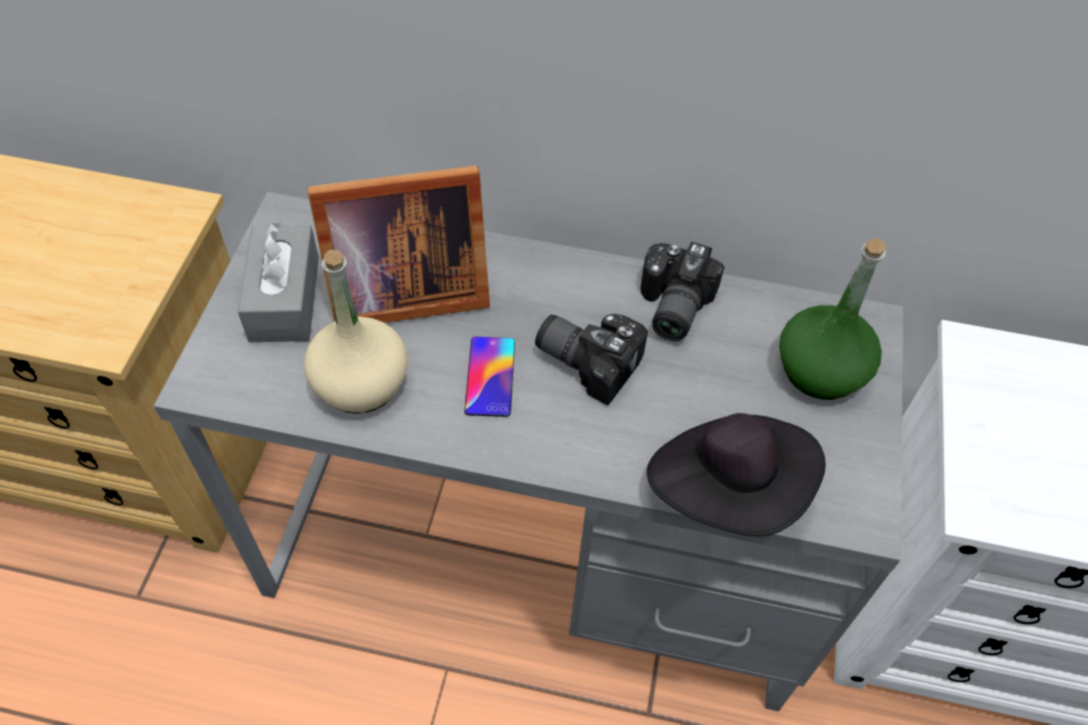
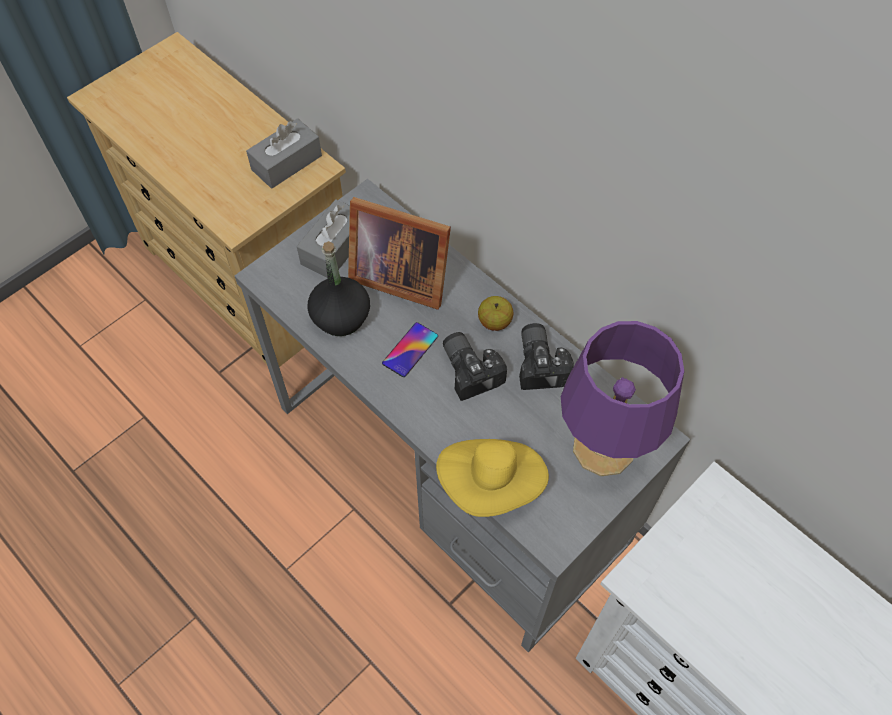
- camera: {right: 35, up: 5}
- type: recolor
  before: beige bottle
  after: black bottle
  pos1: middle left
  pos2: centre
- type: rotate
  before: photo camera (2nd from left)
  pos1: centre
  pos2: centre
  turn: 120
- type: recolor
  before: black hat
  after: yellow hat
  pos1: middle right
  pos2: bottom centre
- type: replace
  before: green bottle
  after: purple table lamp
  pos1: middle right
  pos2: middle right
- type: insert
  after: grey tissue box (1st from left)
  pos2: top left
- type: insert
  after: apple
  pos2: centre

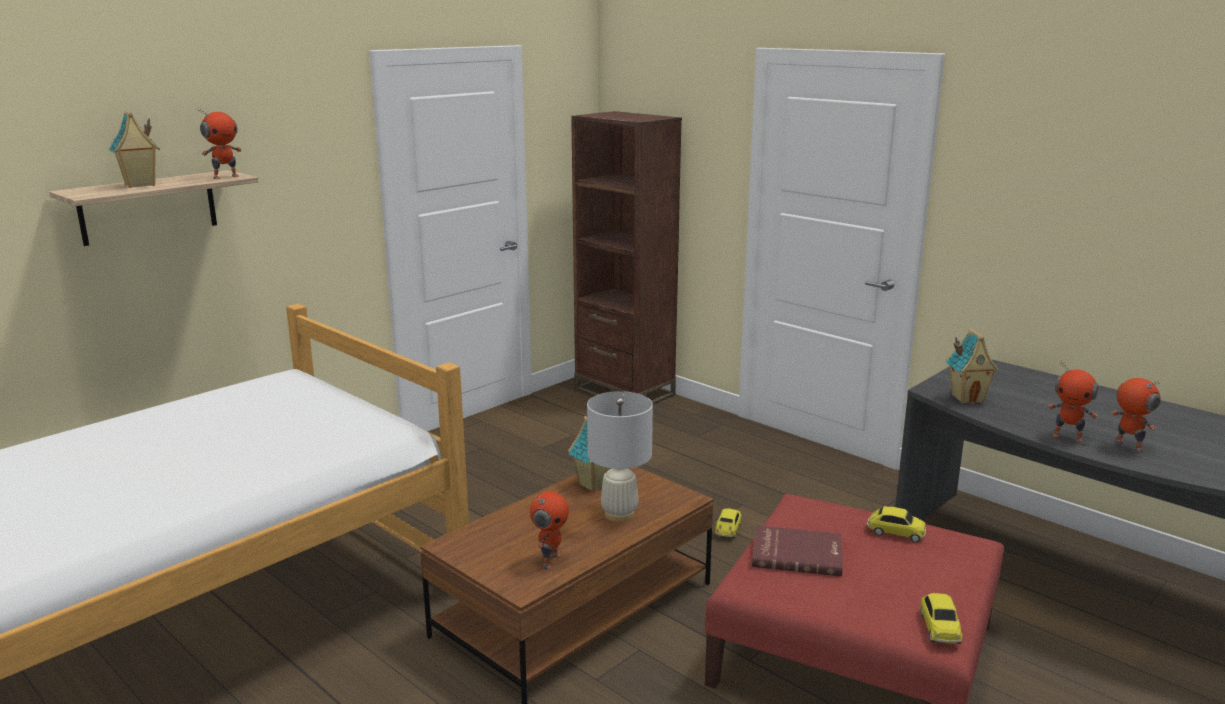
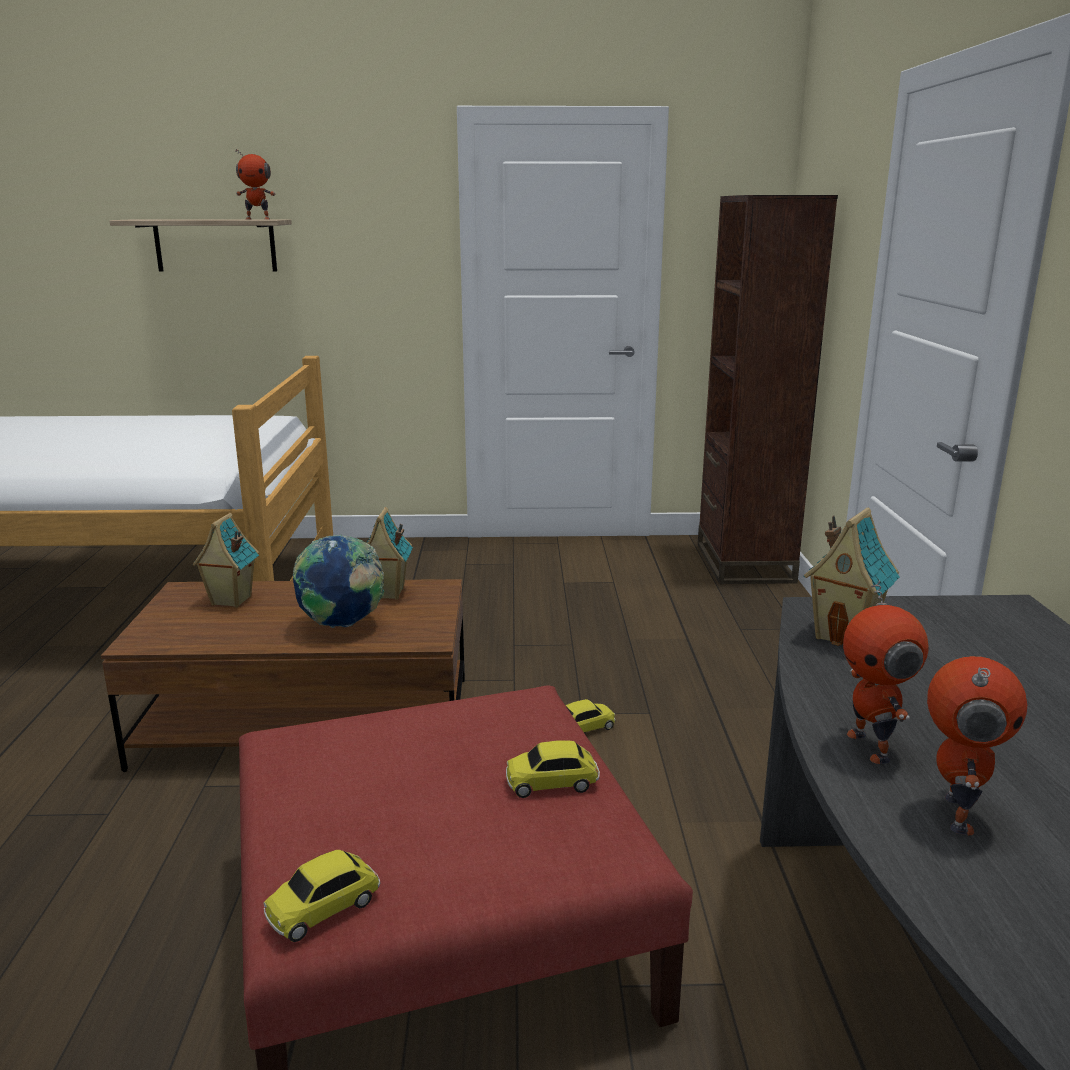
- camera: {right: 45, up: 0}
- type: move
  before: toy house (1st from left)
  pos1: top left
  pos2: middle left
- type: delete
  before: toy robot (2nd from left)
  pos1: bottom centre
- type: replace
  before: white table lamp
  after: globe
  pos1: centre
  pos2: middle left
- type: delete
  before: red book
  pos1: bottom centre
- type: rotate
  before: toy car (2nd from left)
  pos1: bottom right
  pos2: bottom centre
  turn: 105

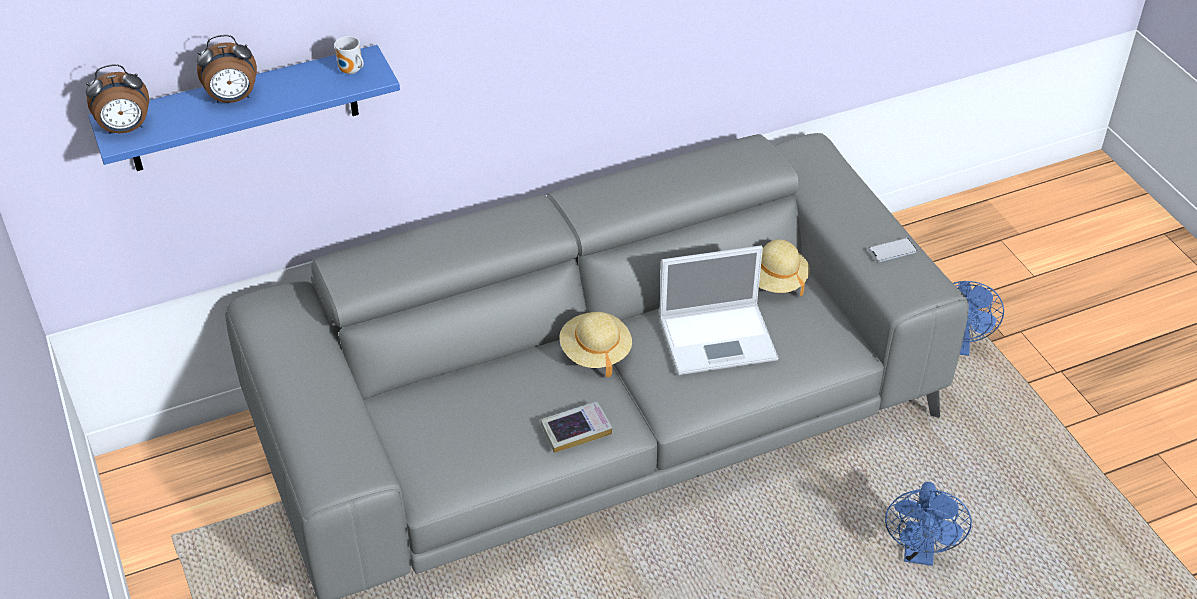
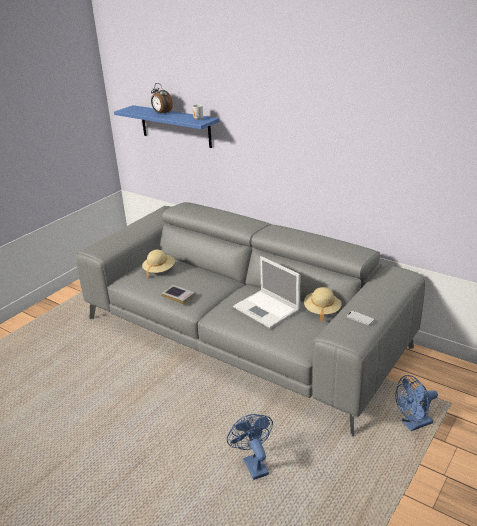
- camera: {right: 60, up: -15}
- type: delete
  before: alarm clock (1st from left)
  pos1: top left
- type: move
  before: beige hat (1st from left)
  pos1: centre
  pos2: middle left
- type: rotate
  before: blue fan (1st from left)
  pos1: bottom right
  pos2: bottom centre
  turn: 90

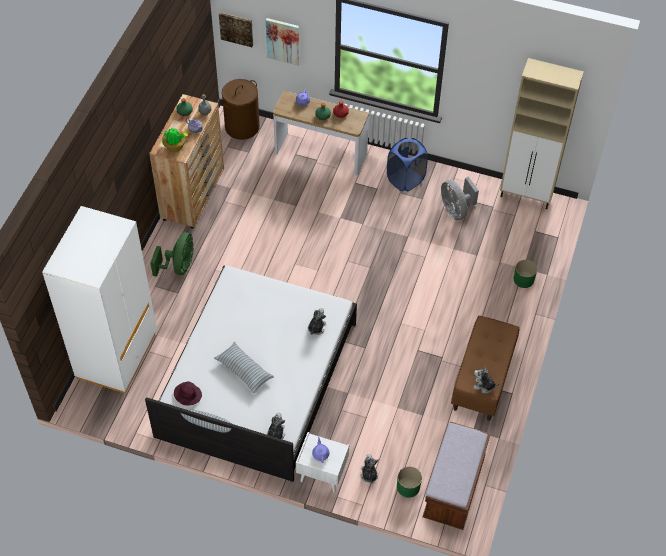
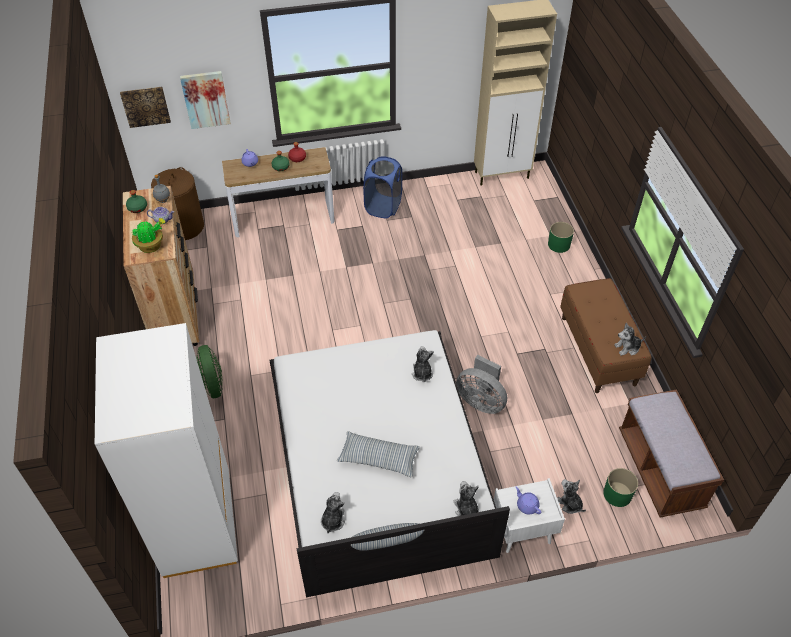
- camera: {right: -30, up: -5}
- type: replace
  before: purple hat
  after: plush toy (1st from left)
  pos1: bottom left
  pos2: bottom centre
- type: move
  before: grey fan
  pos1: middle right
  pos2: centre

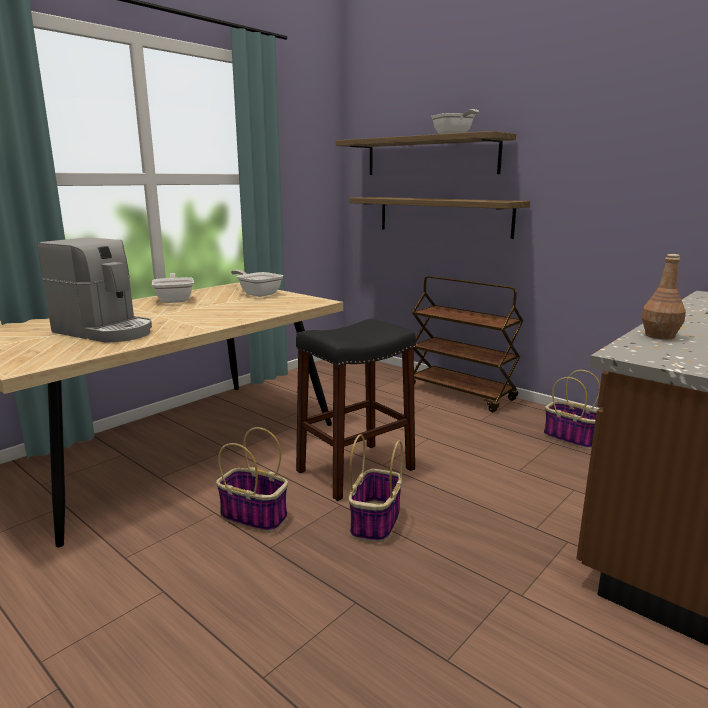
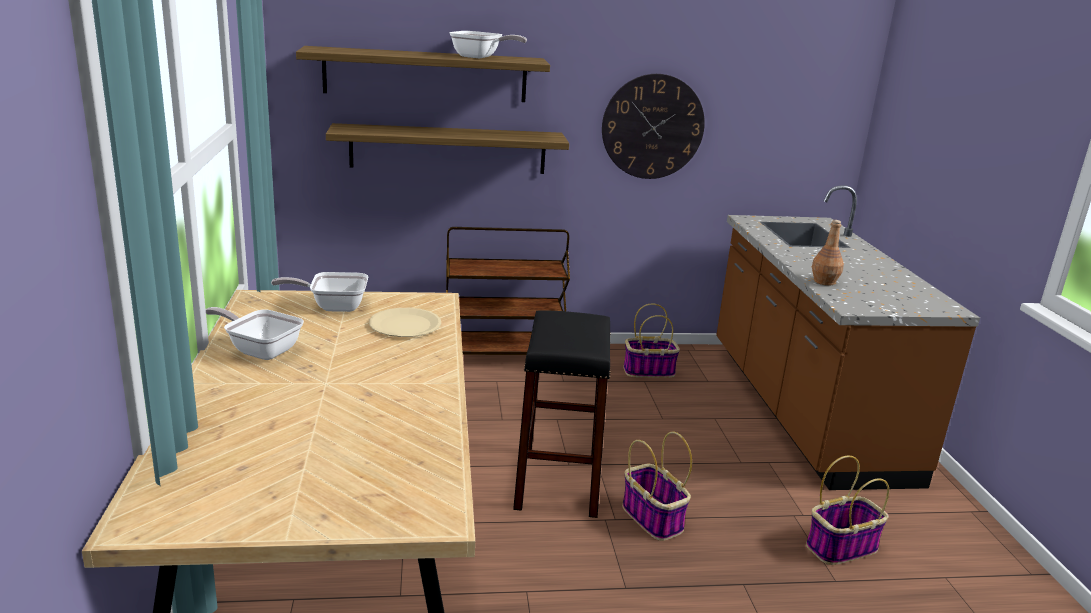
- camera: {right: -50, up: 5}
- type: delete
  before: coffee machine
  pos1: middle left
- type: move
  before: basket (1st from left in the first image)
  after: basket (3rd from left)
  pos1: bottom centre
  pos2: bottom right
- type: insert
  after: beige plate
  pos2: centre
- type: insert
  after: wall clock
  pos2: top centre

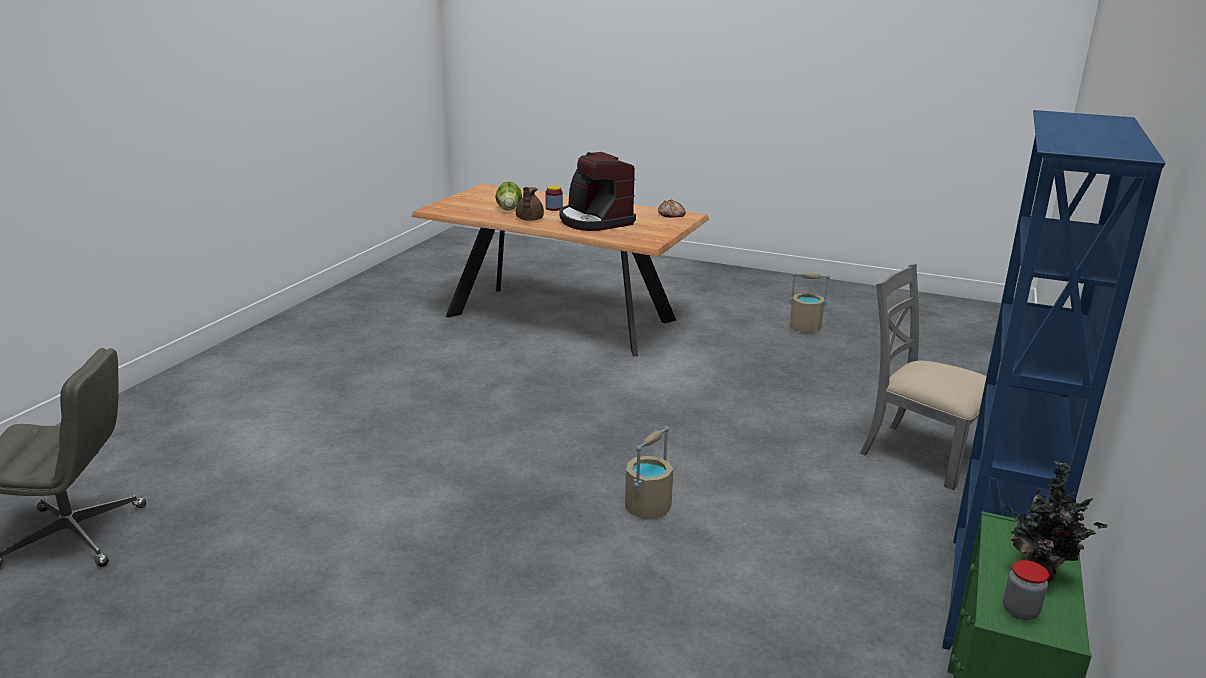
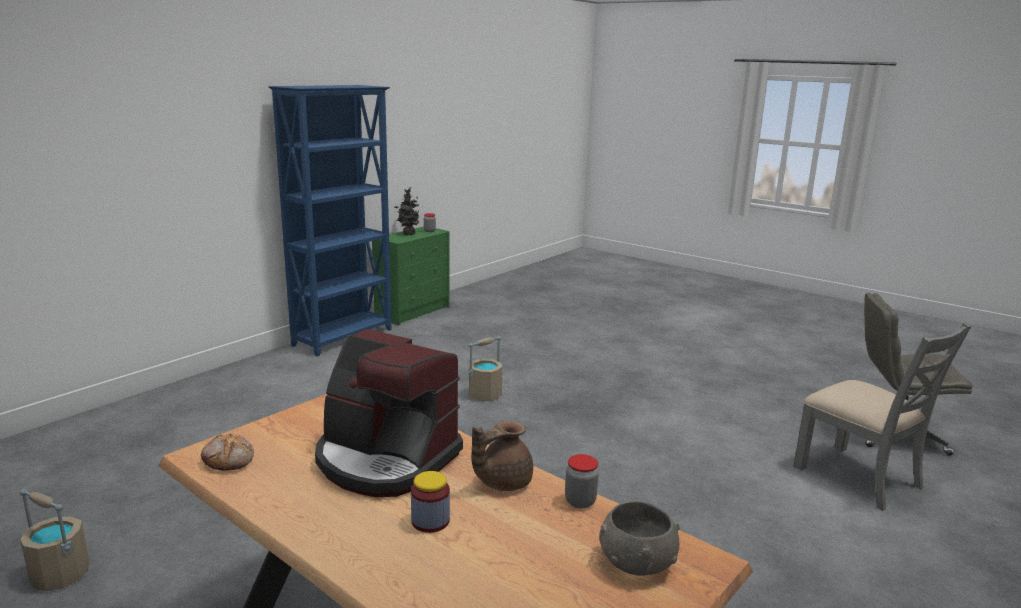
- camera: {right: -165, up: -5}
- type: delete
  before: lettuce
  pos1: top centre
- type: rotate
  before: brown teapot
  pos1: top centre
  pos2: bottom centre
  turn: -150
- type: rotate
  before: coffee machine
  pos1: top centre
  pos2: bottom centre
  turn: 135
- type: move
  before: grey chair
  pos1: middle right
  pos2: bottom right
- type: insert
  after: jar (3rd from left)
  pos2: bottom centre
- type: insert
  after: grey bowl
  pos2: bottom centre

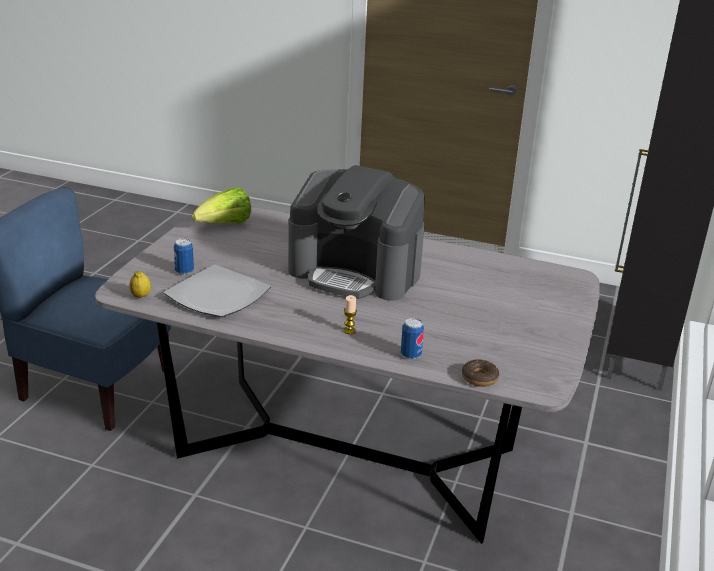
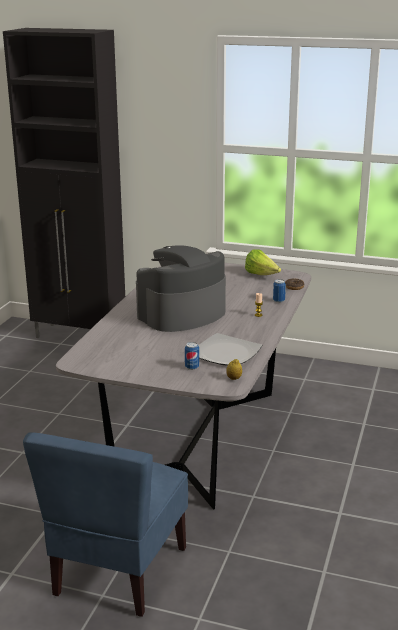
- camera: {right: -90, up: -5}
- type: move
  before: lettuce
  pos1: middle left
  pos2: centre
- type: rotate
  before: coffee machine
  pos1: centre
  pos2: centre
  turn: -150

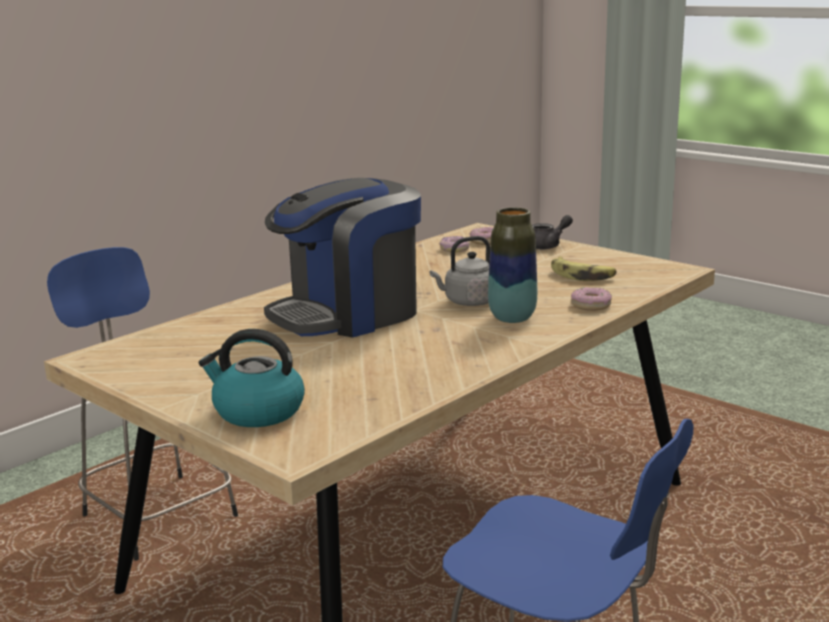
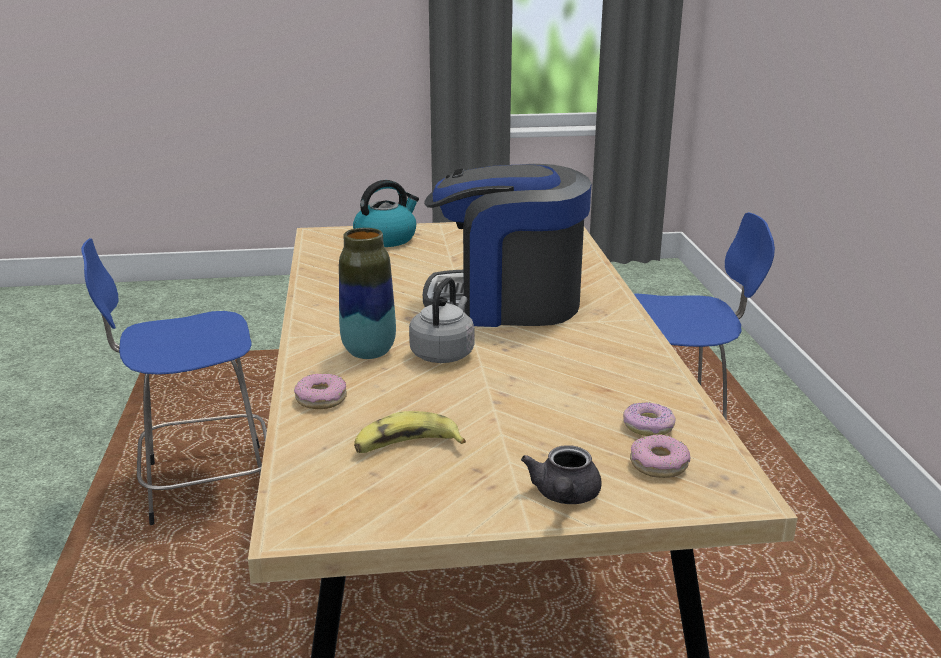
- camera: {right: 130, up: 5}
- type: rotate
  before: coffee machine
  pos1: centre
  pos2: centre
  turn: -90

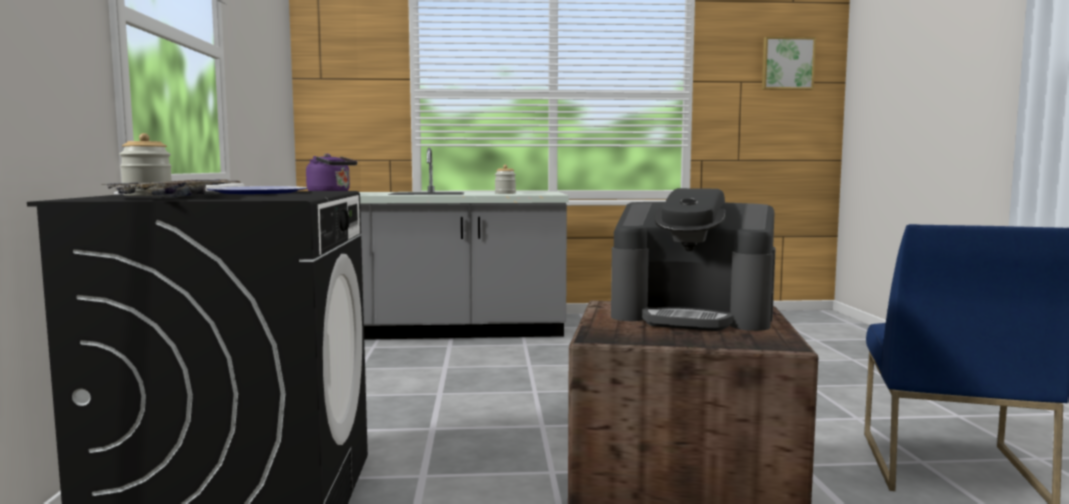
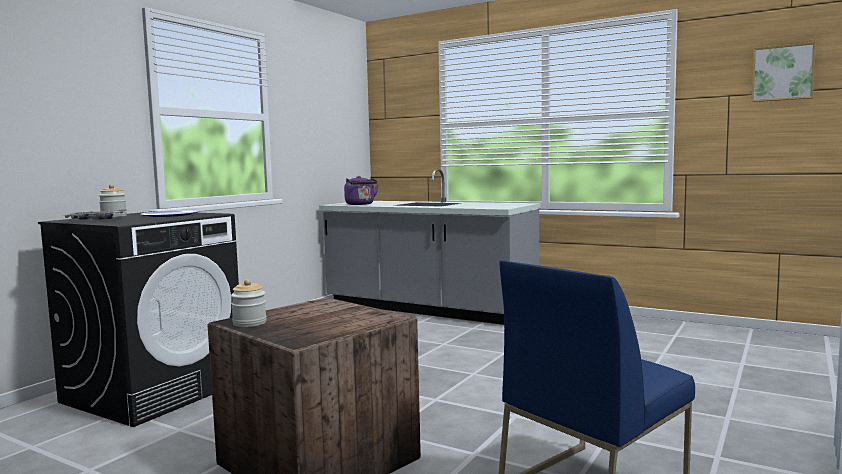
- camera: {right: 35, up: 0}
- type: move
  before: jar (2nd from left)
  pos1: centre
  pos2: middle left
- type: delete
  before: coffee machine
  pos1: centre

